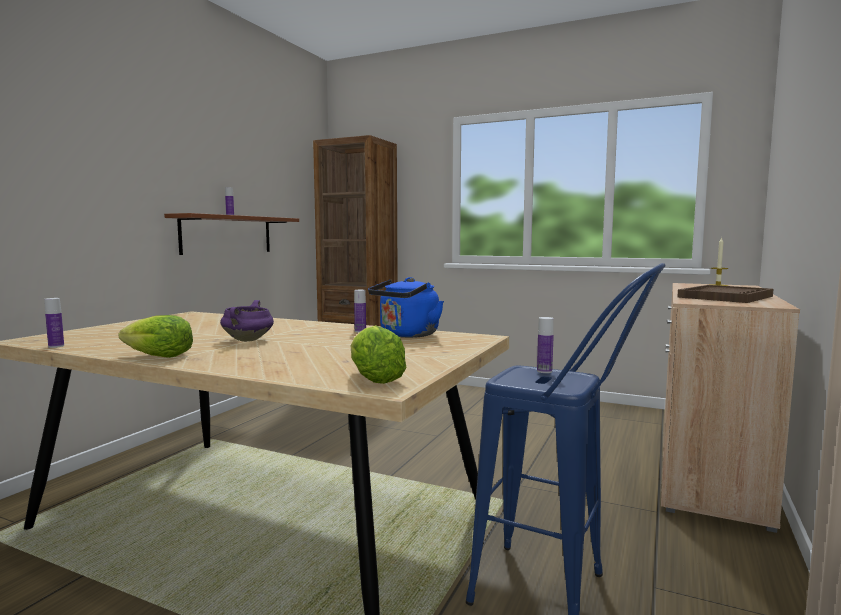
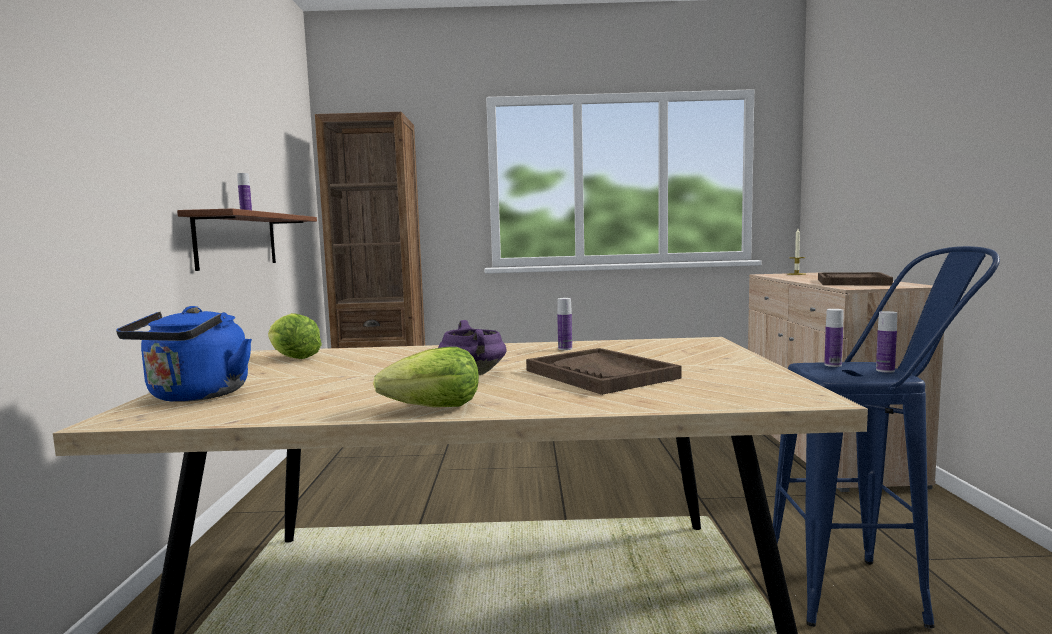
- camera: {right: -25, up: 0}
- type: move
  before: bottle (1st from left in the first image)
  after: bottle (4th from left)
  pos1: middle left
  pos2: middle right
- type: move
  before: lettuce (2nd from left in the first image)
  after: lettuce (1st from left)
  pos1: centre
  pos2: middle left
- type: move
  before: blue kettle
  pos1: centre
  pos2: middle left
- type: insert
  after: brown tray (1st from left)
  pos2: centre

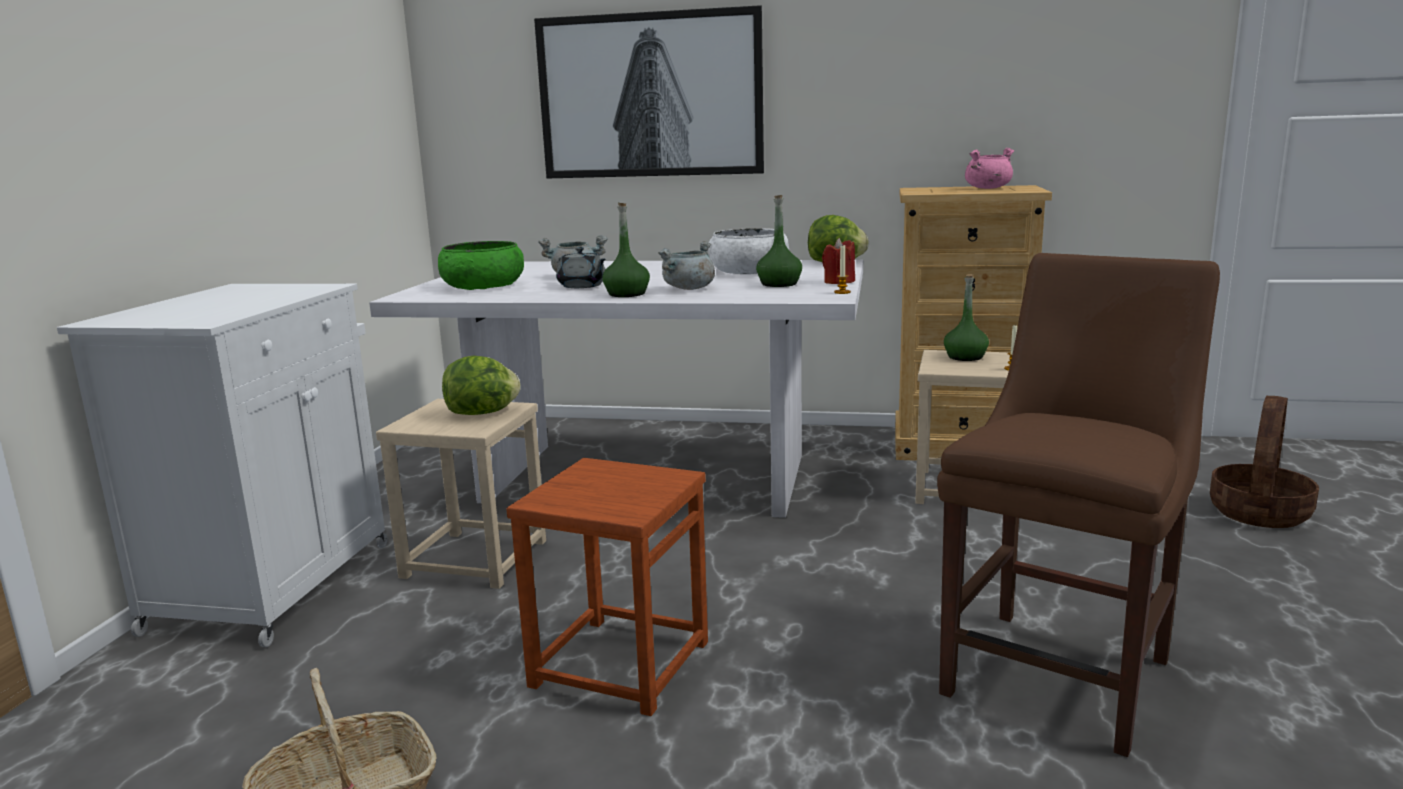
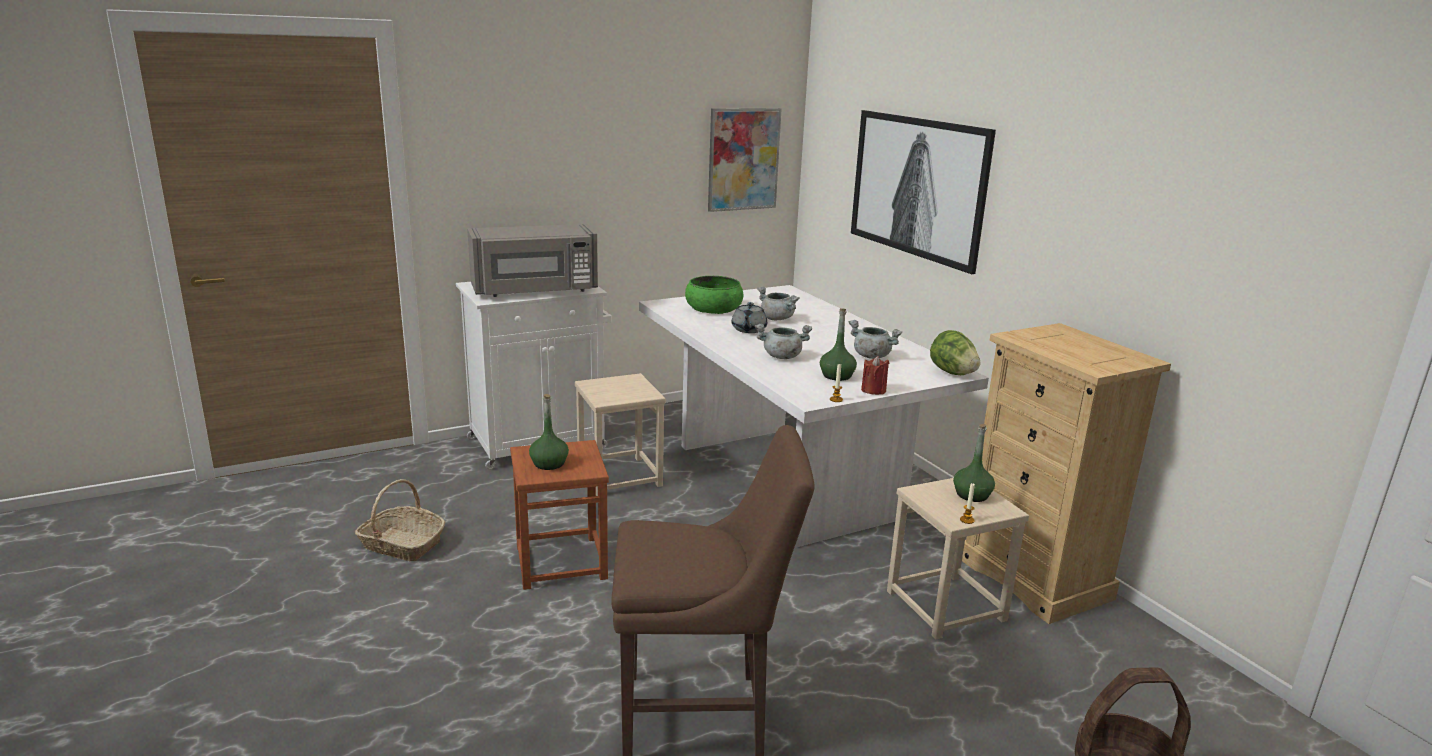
- camera: {right: 50, up: 5}
- type: delete
  before: lettuce (1st from left)
  pos1: centre
- type: move
  before: green bottle (1st from left)
  pos1: top centre
  pos2: centre
- type: replace
  before: white bowl
  after: grey cooking pot (3rd from left)
  pos1: top centre
  pos2: centre
- type: delete
  before: pink cooking pot
  pos1: top right
- type: insert
  after: grey microwave
  pos2: centre
- type: insert
  after: picture (1st from left)
  pos2: top centre

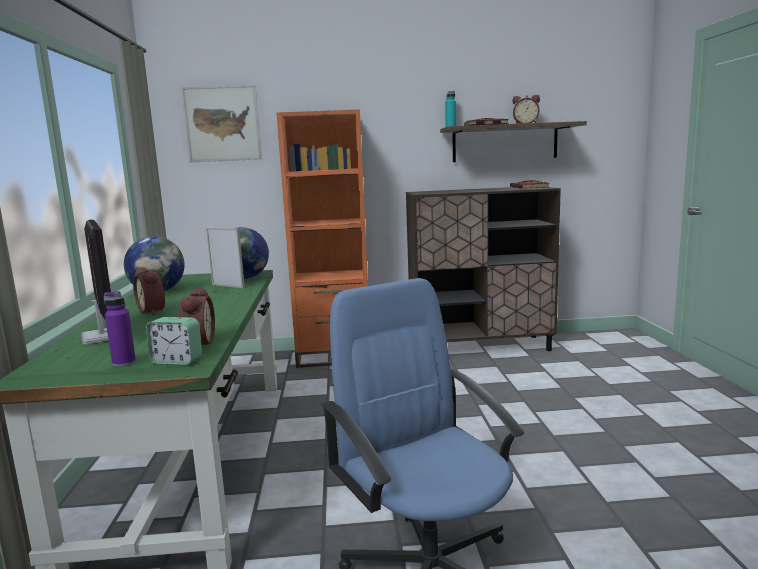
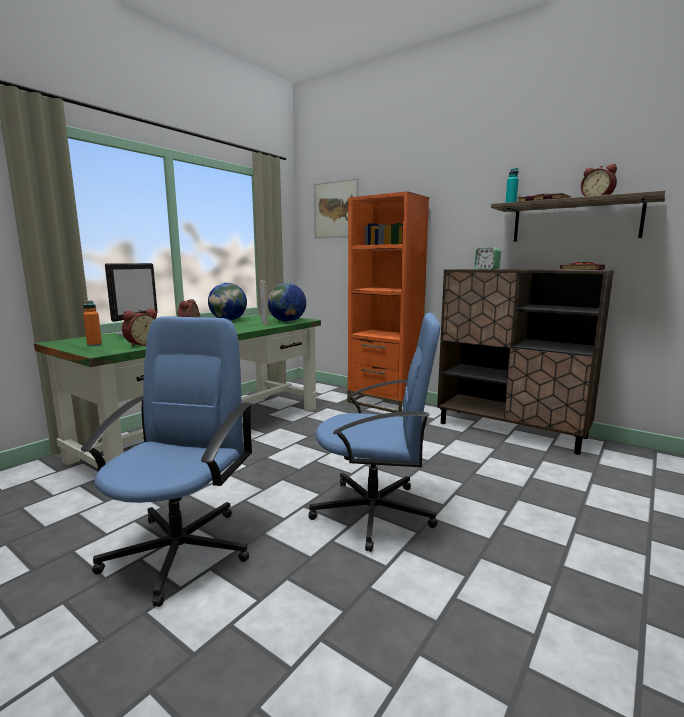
- camera: {right: 40, up: 0}
- type: recolor
  before: purple bottle
  after: orange bottle
  pos1: middle left
  pos2: middle left
- type: move
  before: alarm clock (2nd from left in the first image)
  after: alarm clock (3rd from left)
  pos1: middle left
  pos2: middle right
- type: insert
  after: blue office chair (2nd from left)
  pos2: centre

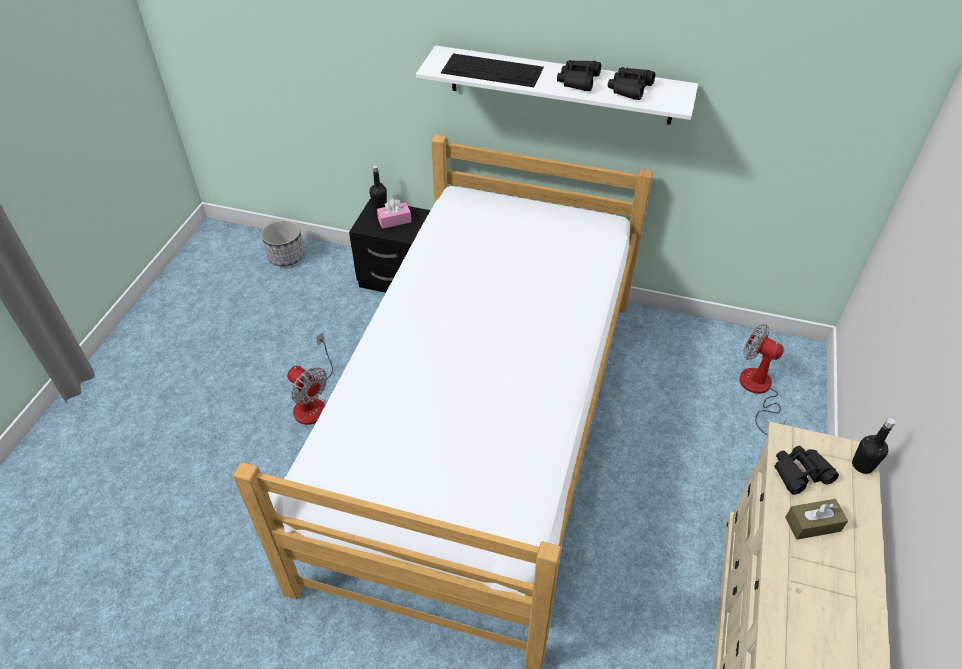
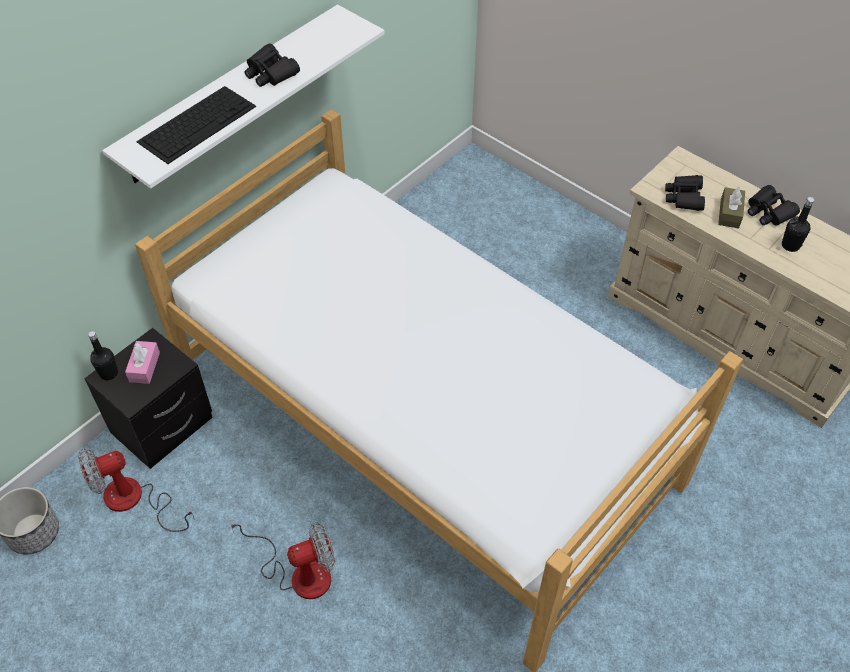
- camera: {right: -65, up: 5}
- type: move
  before: black binoculars (2nd from left in the first image)
  after: black binoculars (3rd from left)
  pos1: top centre
  pos2: top right
- type: move
  before: fan (2nd from left in the first image)
  after: fan (1st from left)
  pos1: middle right
  pos2: bottom left
- type: move
  before: black bottle (2nd from left)
  pos1: bottom right
  pos2: middle right

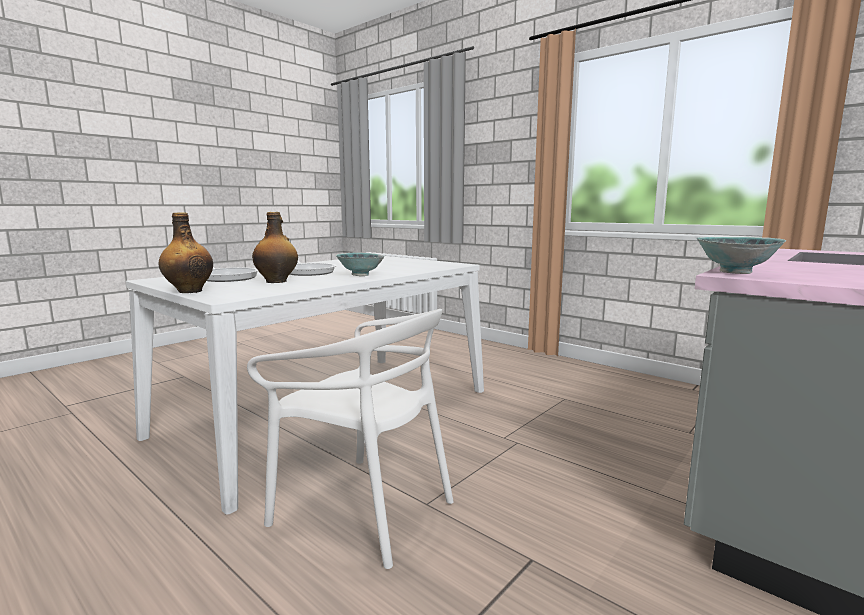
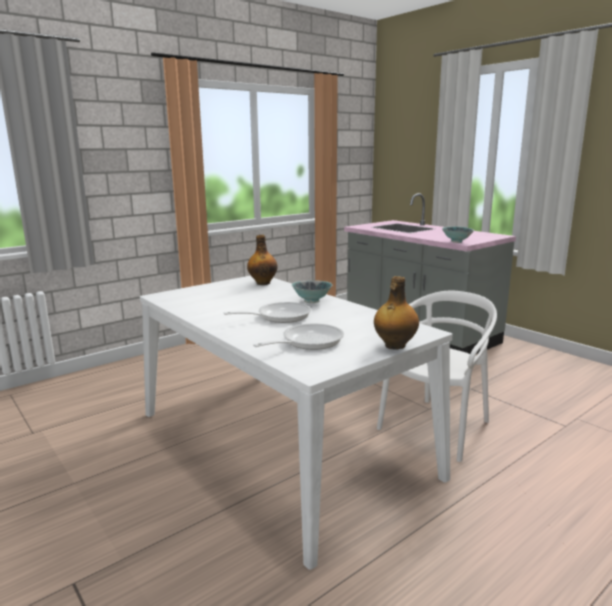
- camera: {right: -80, up: 5}
- type: move
  before: bottle (2nd from left in the first image)
  after: bottle (1st from left)
  pos1: middle left
  pos2: centre

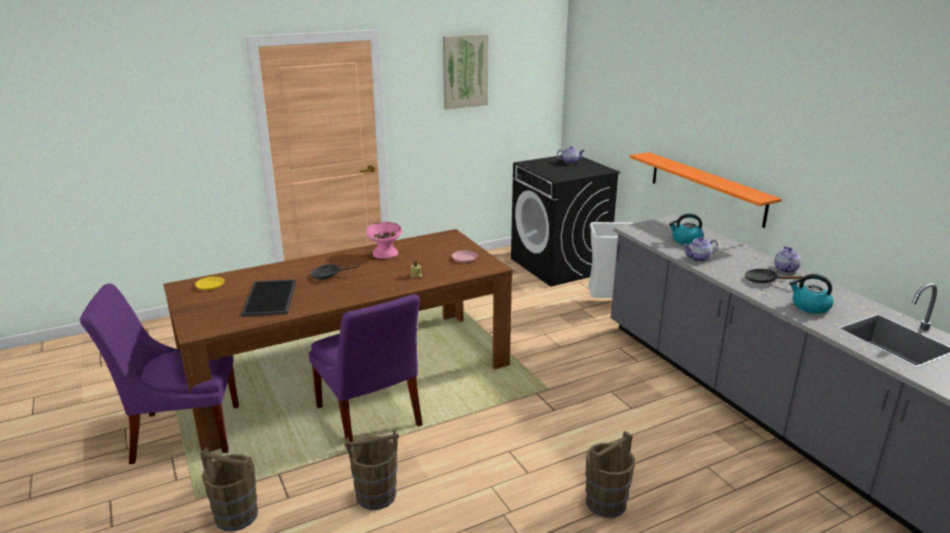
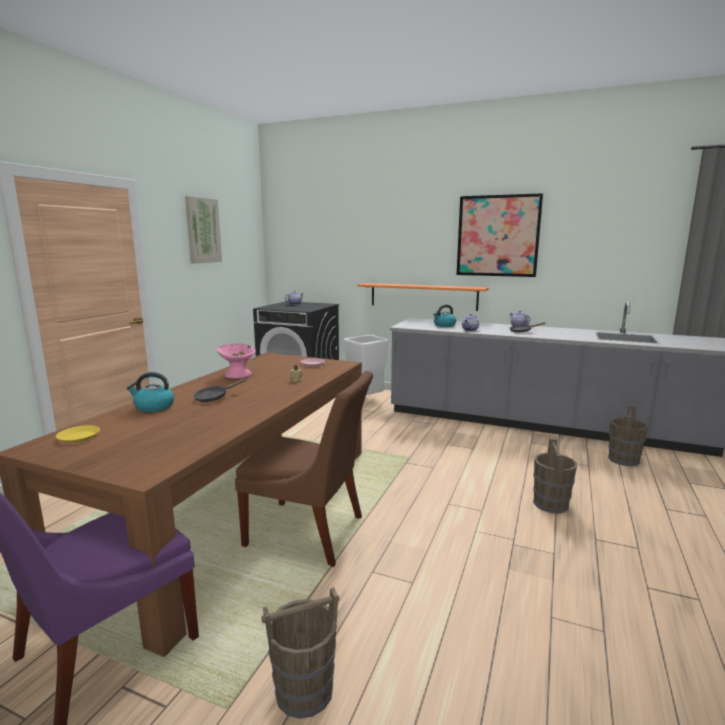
- camera: {right: -40, up: -10}
- type: delete
  before: tray
  pos1: middle left
- type: recolor
  before: purple chair (2nd from left)
  after: brown chair
  pos1: bottom centre
  pos2: centre
- type: move
  before: brown bucket (2nd from left in the first image)
  after: brown bucket (3rd from left)
  pos1: bottom centre
  pos2: middle right
- type: move
  before: kettle (2nd from left in the first image)
  after: kettle (1st from left)
  pos1: middle right
  pos2: middle left
- type: insert
  after: picture (2nd from left)
  pos2: top right

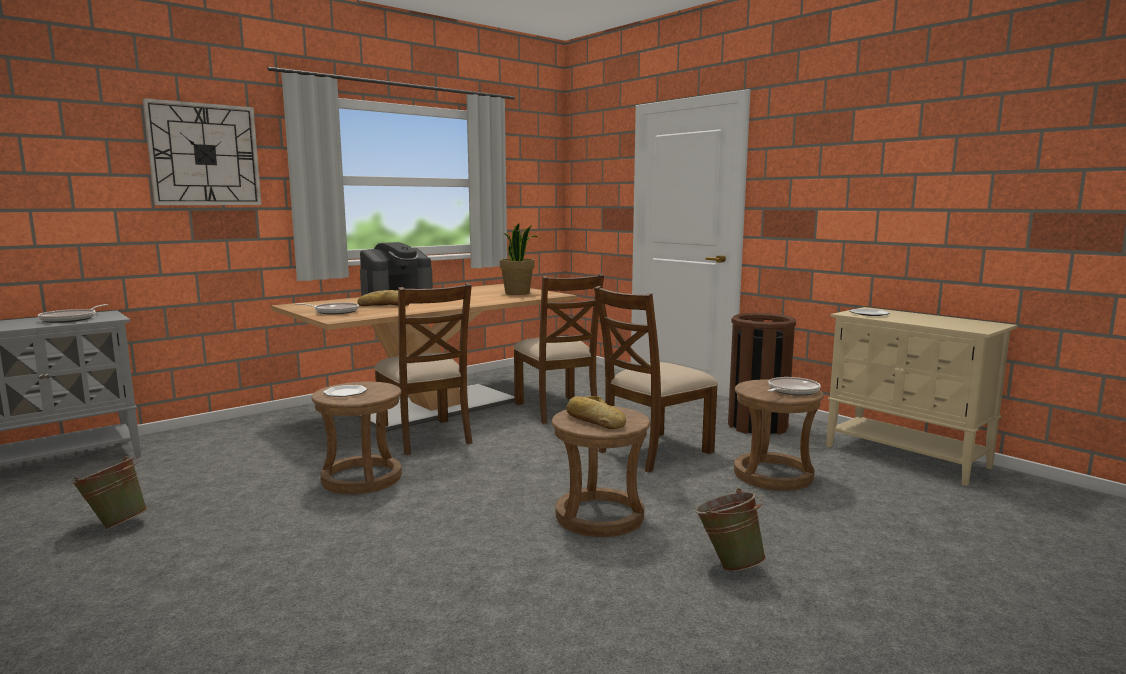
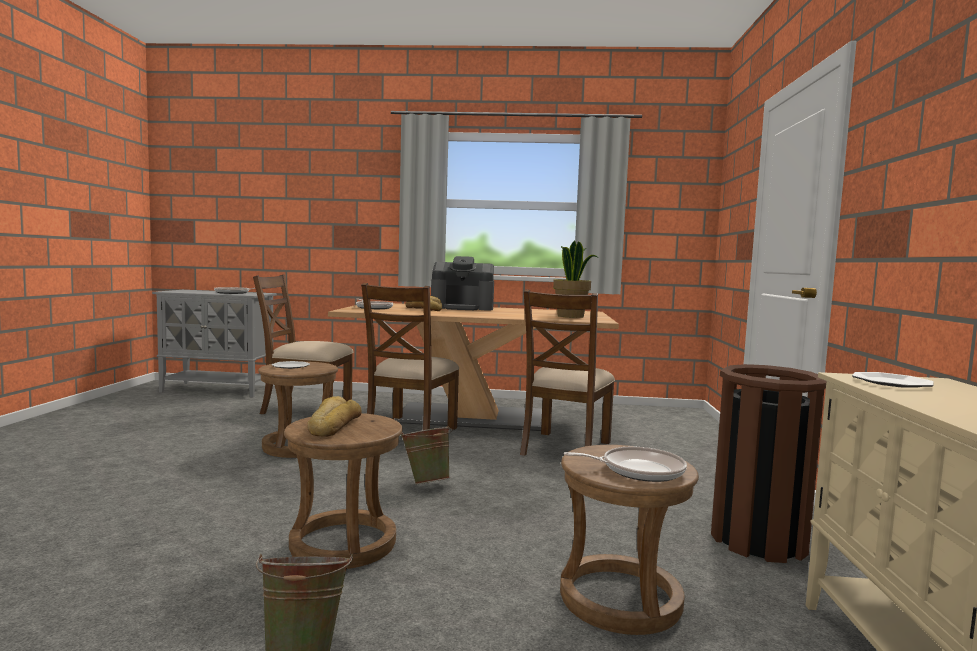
- camera: {right: 45, up: -5}
- type: move
  before: green bucket (1st from left in the first image)
  after: green bucket (2nd from left)
  pos1: bottom left
  pos2: bottom centre
- type: delete
  before: wall clock
  pos1: top left
- type: move
  before: brown chair (3rd from left in the first image)
  after: brown chair (1st from left)
  pos1: centre
  pos2: middle left

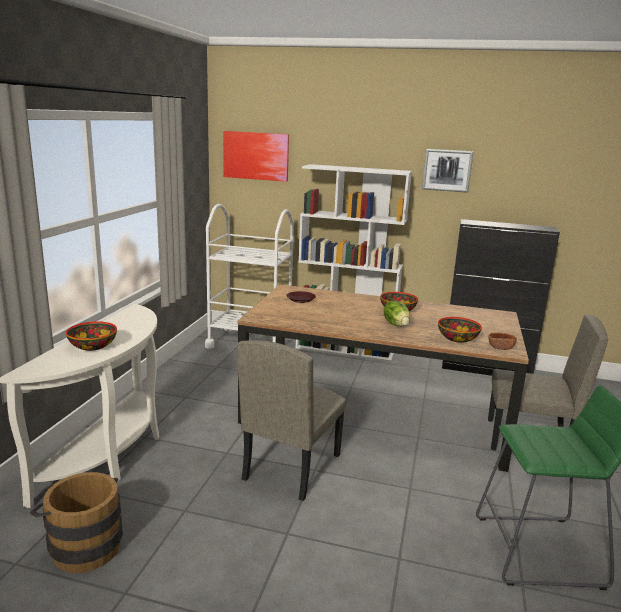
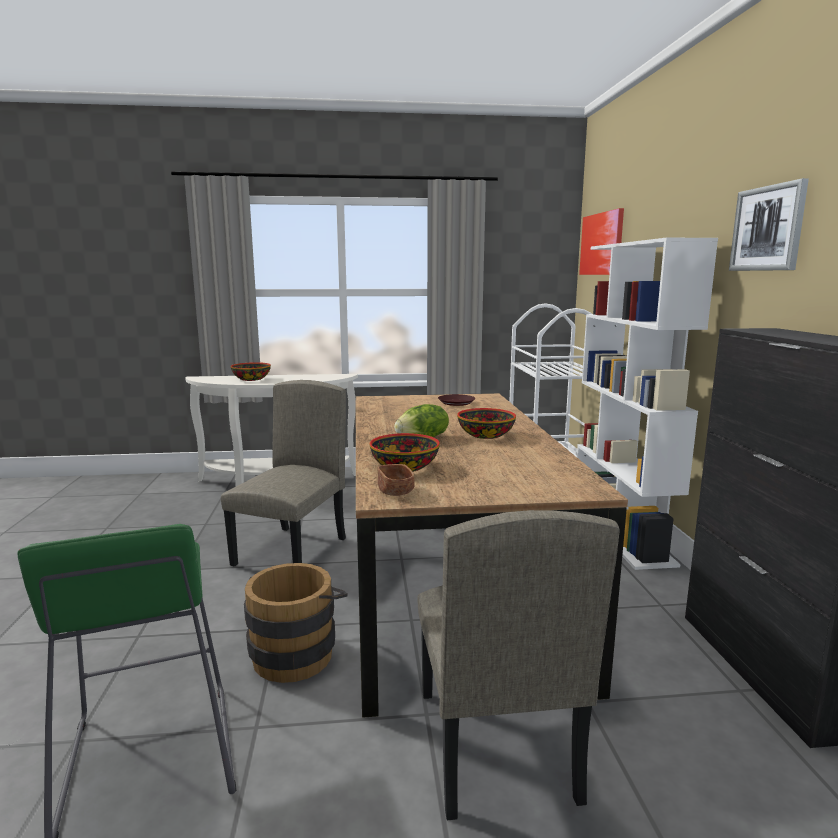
- camera: {right: 70, up: -5}
- type: move
  before: brown bucket
  pos1: bottom left
  pos2: bottom centre
- type: rotate
  before: beige chair (1st from left)
  pos1: bottom centre
  pos2: centre
  turn: 105

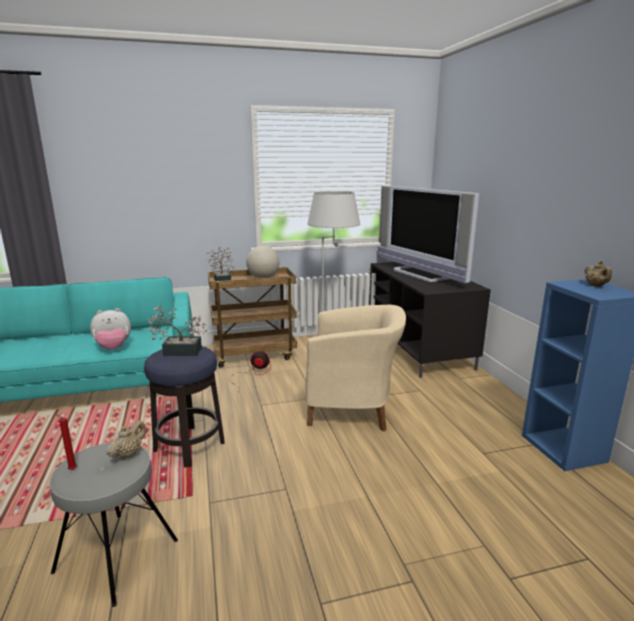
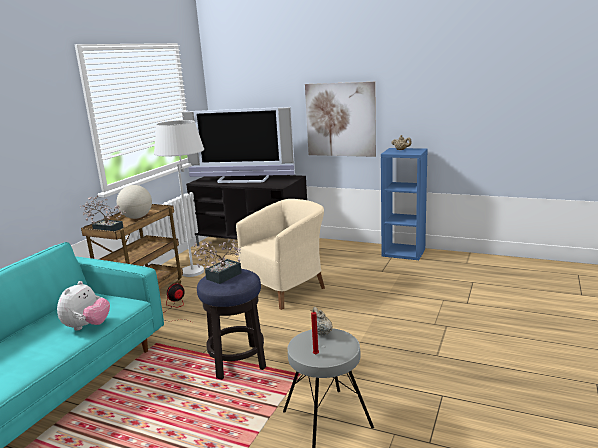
- camera: {right: -50, up: 0}
- type: insert
  after: picture
  pos2: top centre

